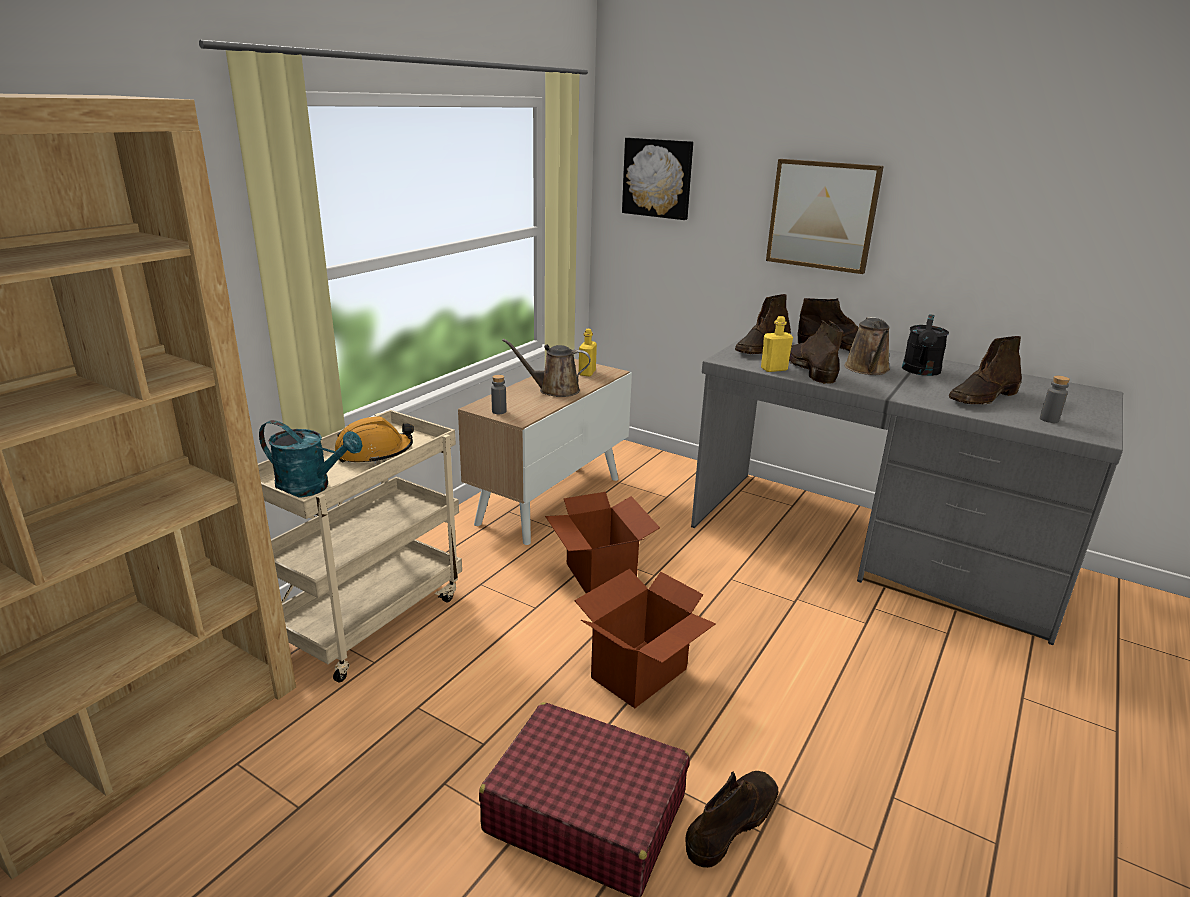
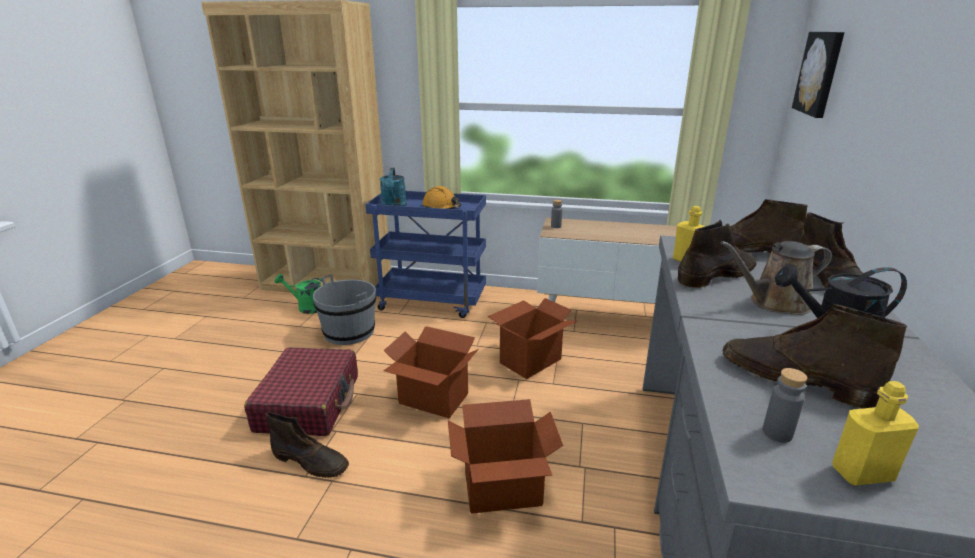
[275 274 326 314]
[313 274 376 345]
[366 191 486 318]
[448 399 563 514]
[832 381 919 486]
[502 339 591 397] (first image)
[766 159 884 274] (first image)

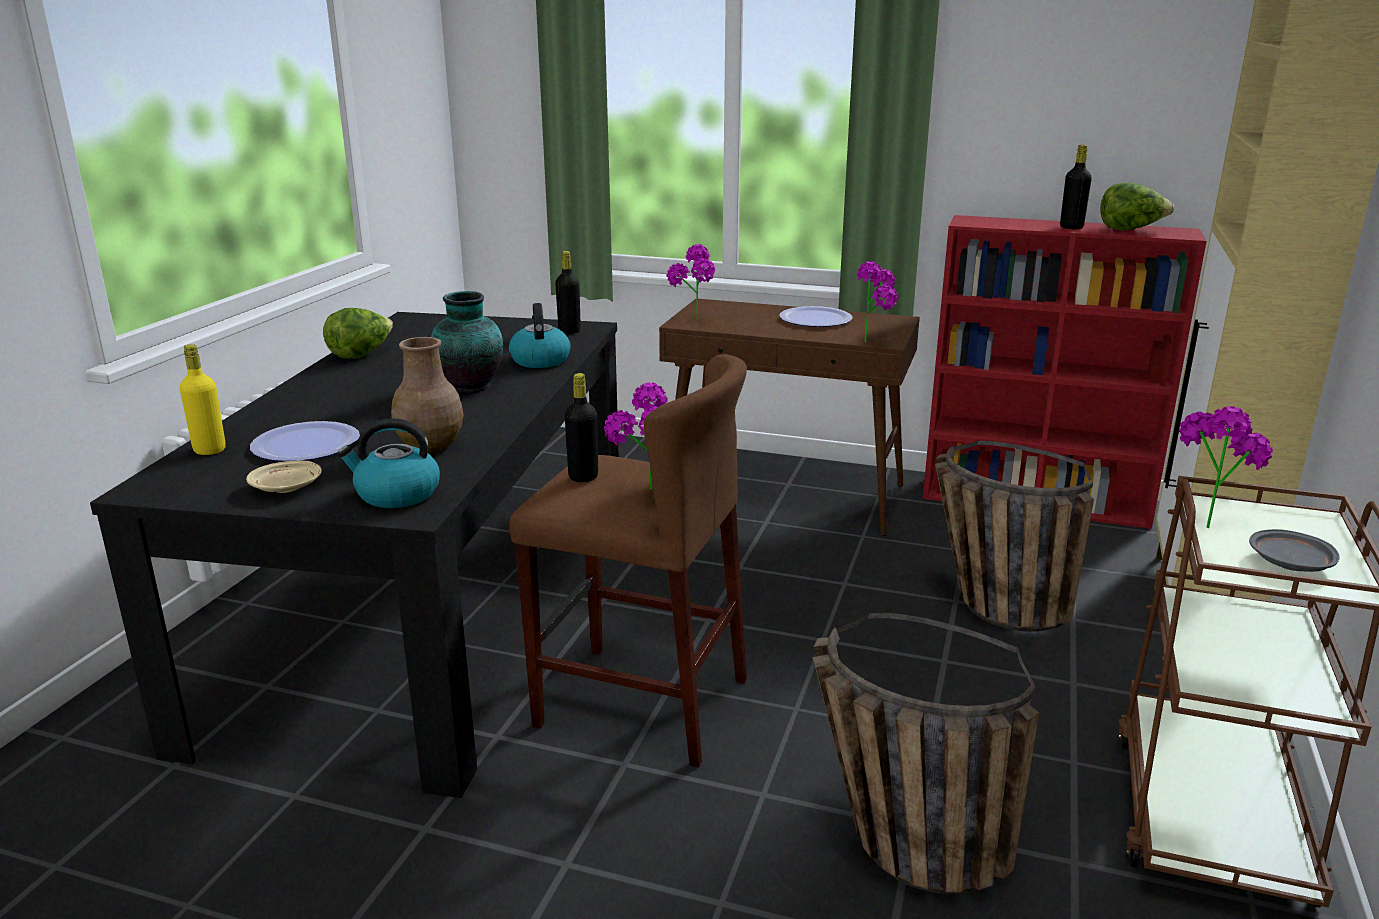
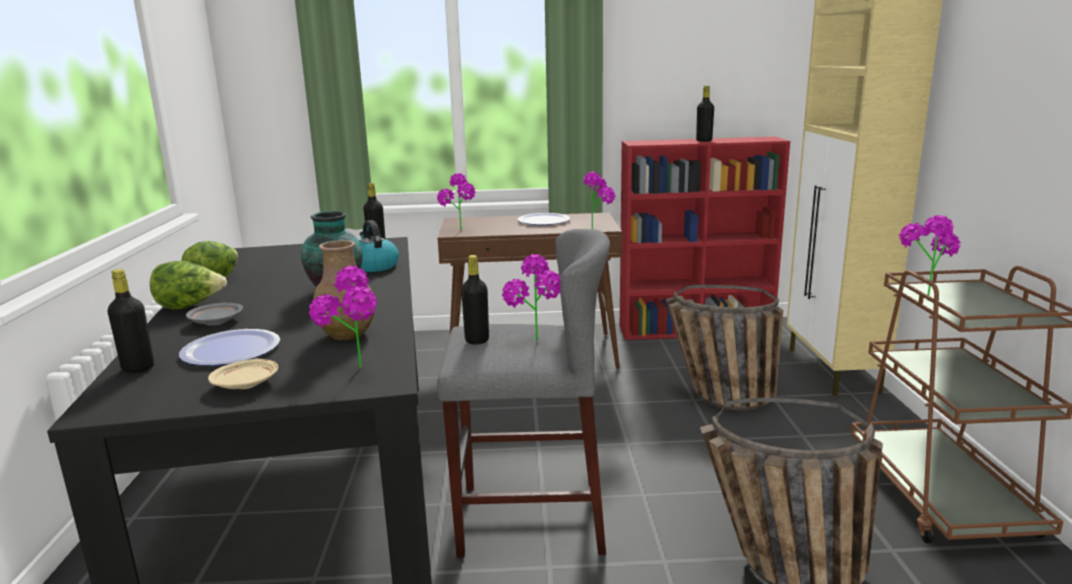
[108 269 154 373]
[150 261 227 309]
[186 303 243 325]
[309 266 377 368]
[437 229 610 558]

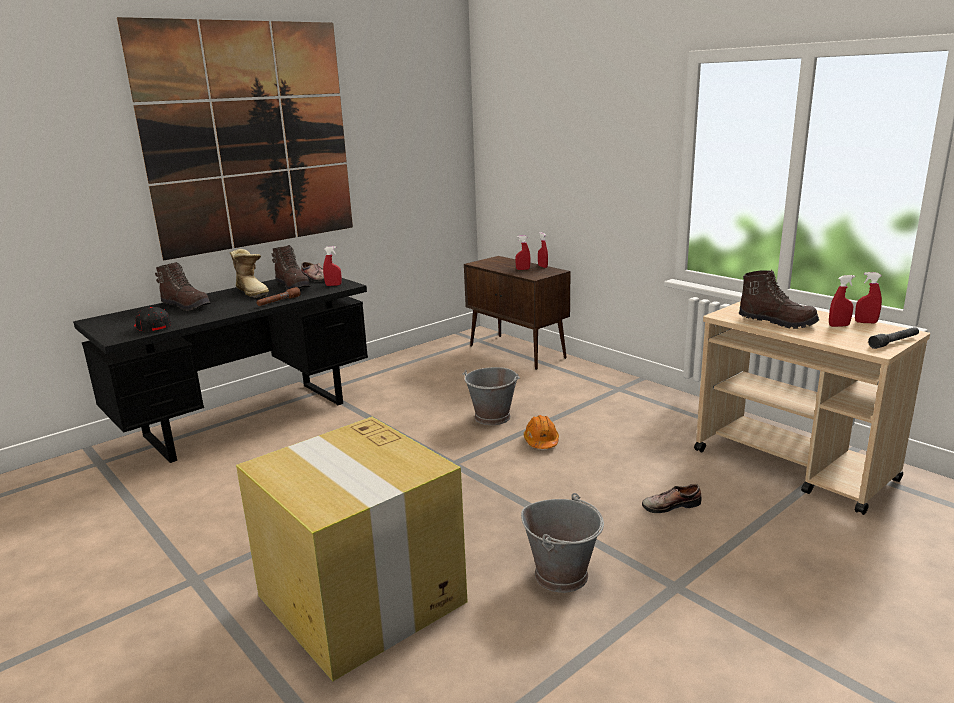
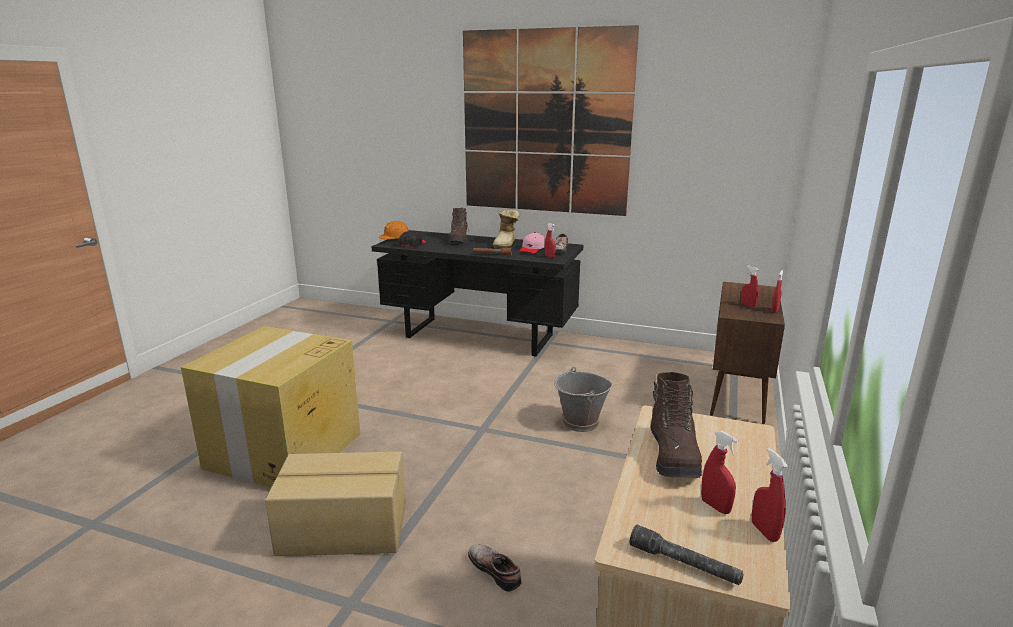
[265 452 406 556]
[379 221 409 239]
[519 232 545 253]

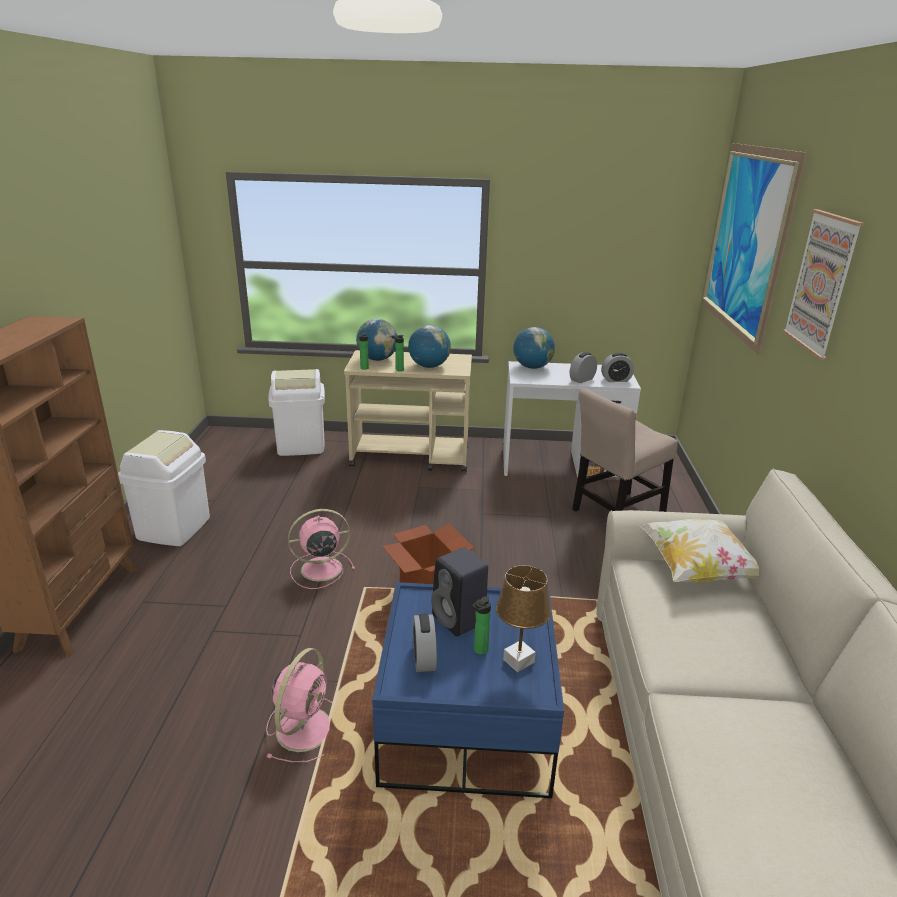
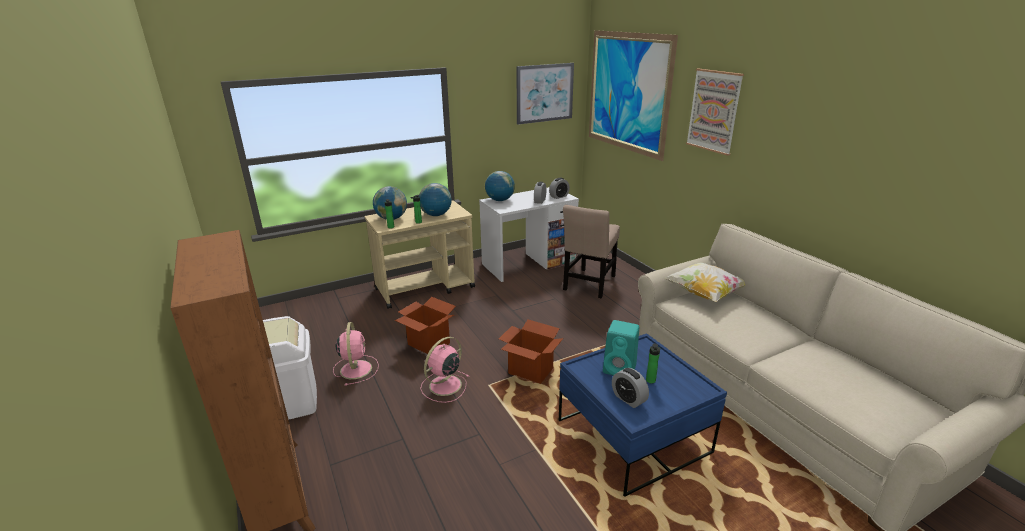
[333 322 379 386]
[395 297 456 354]
[516 63 574 125]
[603 320 639 376]
[268 369 325 456] (first image)
[496 565 551 672] (first image)

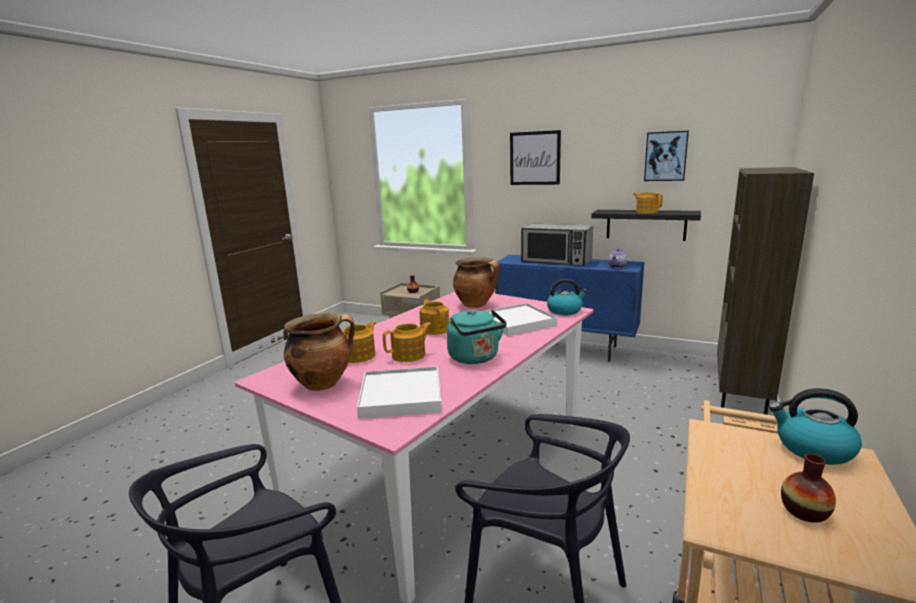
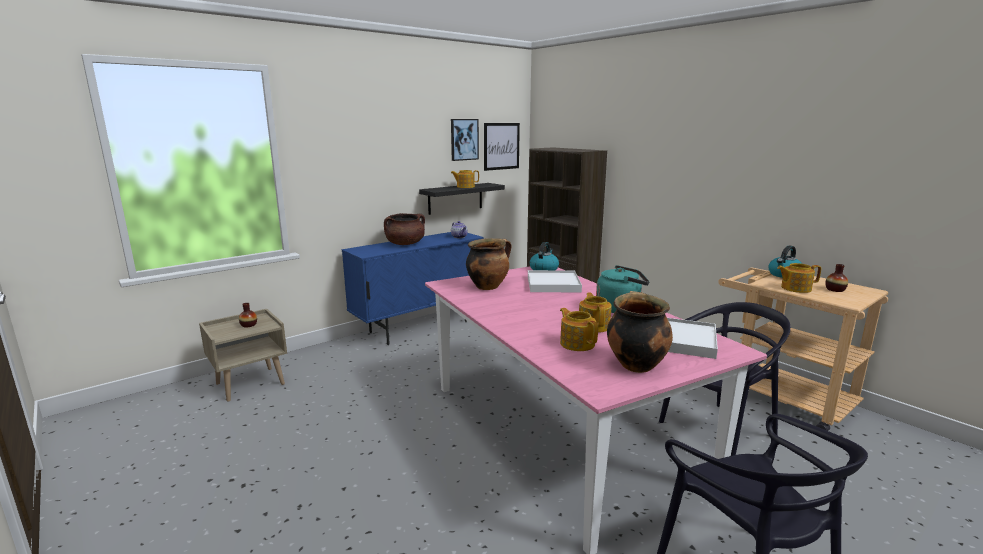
[384 213 425 245]
[484 123 520 171]
[777 263 821 293]

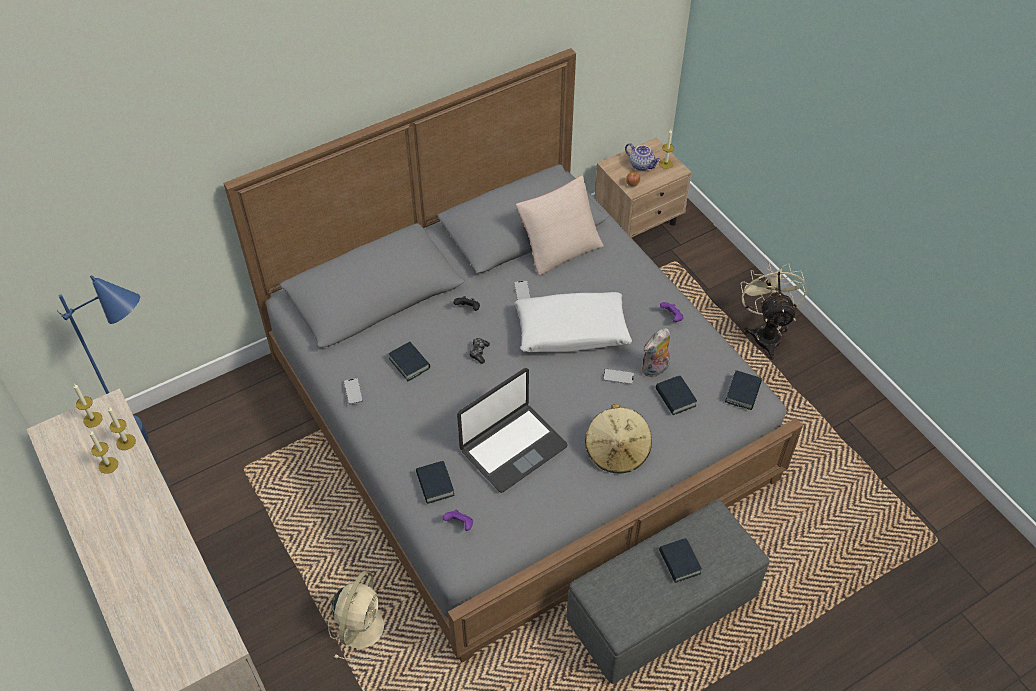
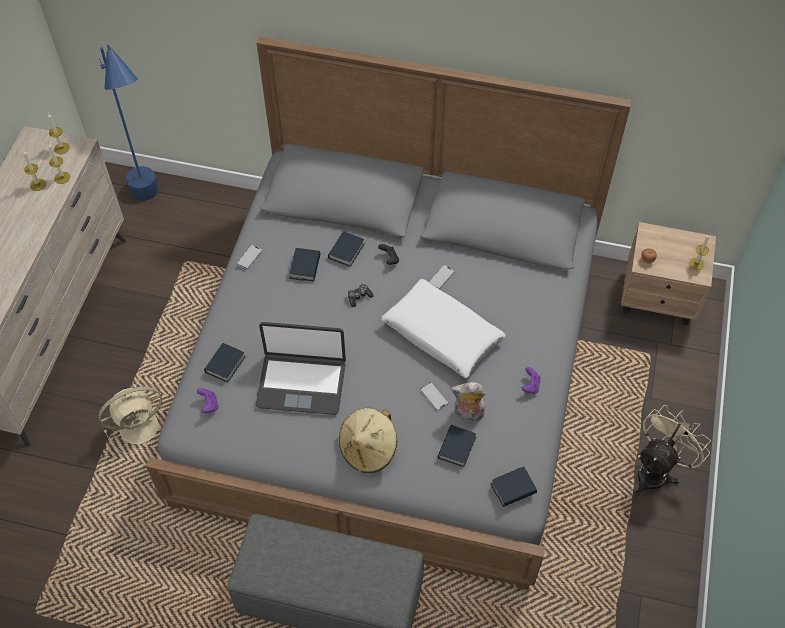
[328 231 365 267]
[516 175 604 276] (first image)
[625 143 661 171] (first image)

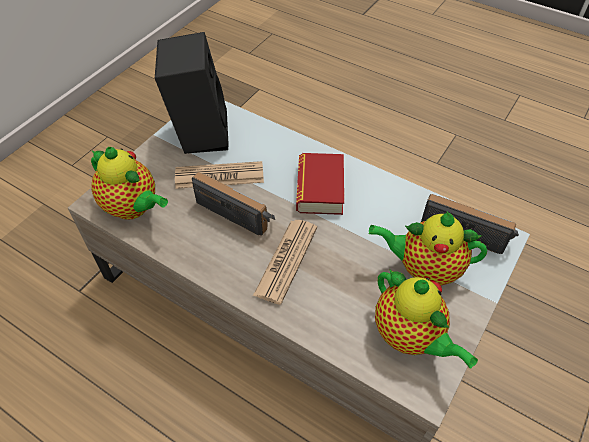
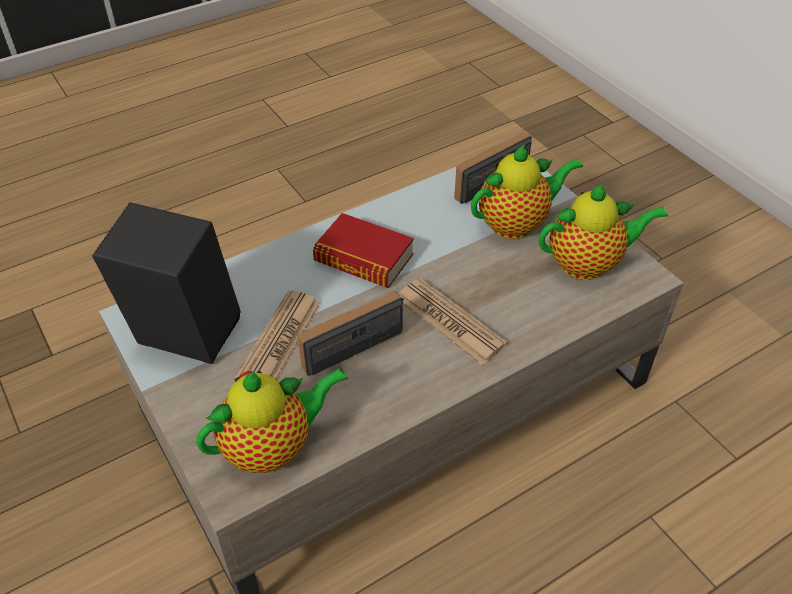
[471 145 583 239]

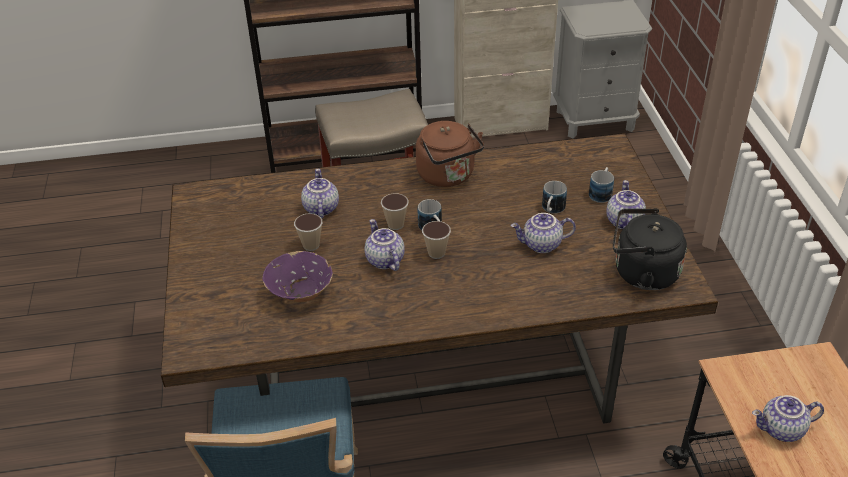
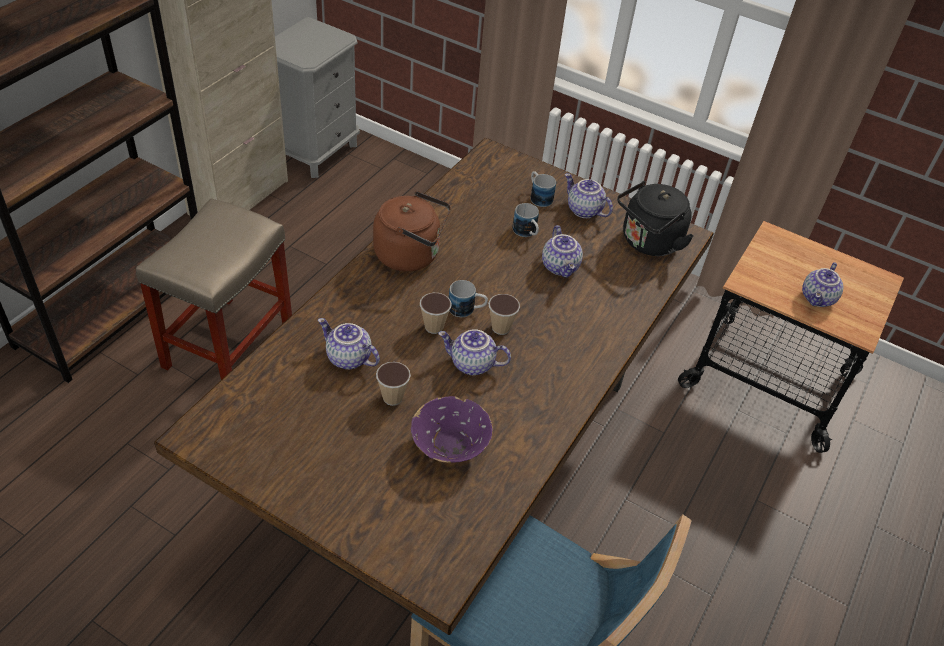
[542 225 583 278]

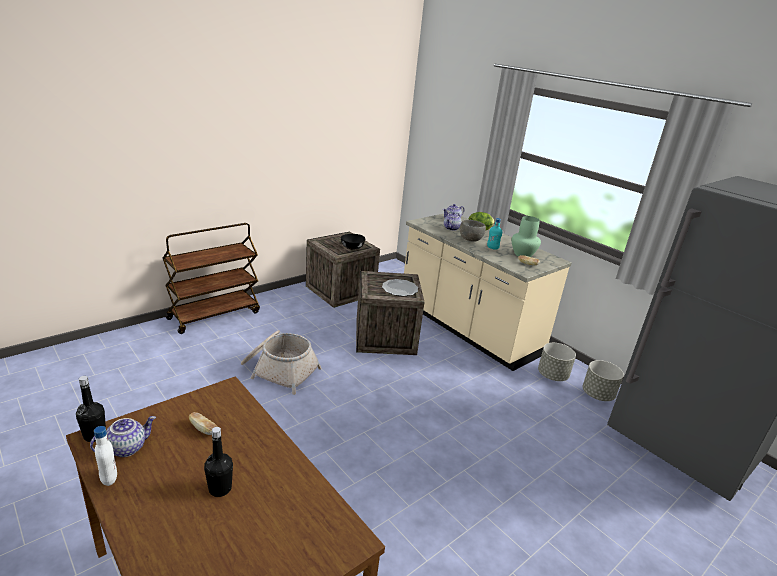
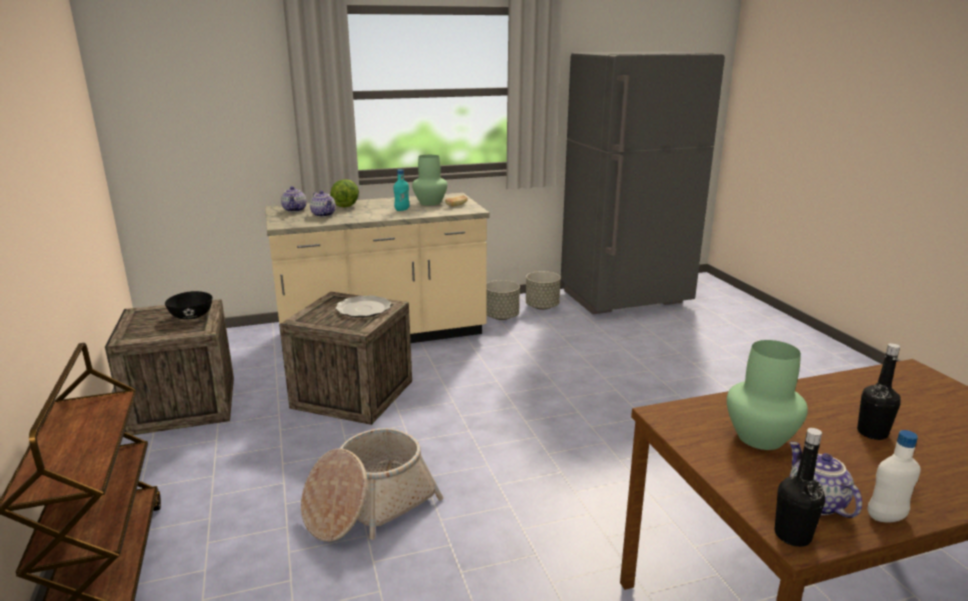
[727 340 808 450]
[460 220 486 242] (first image)

